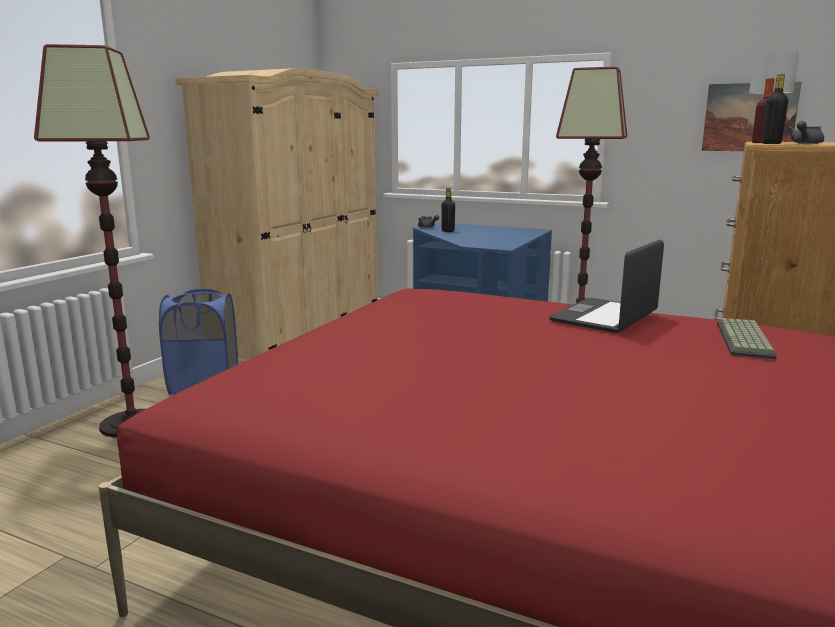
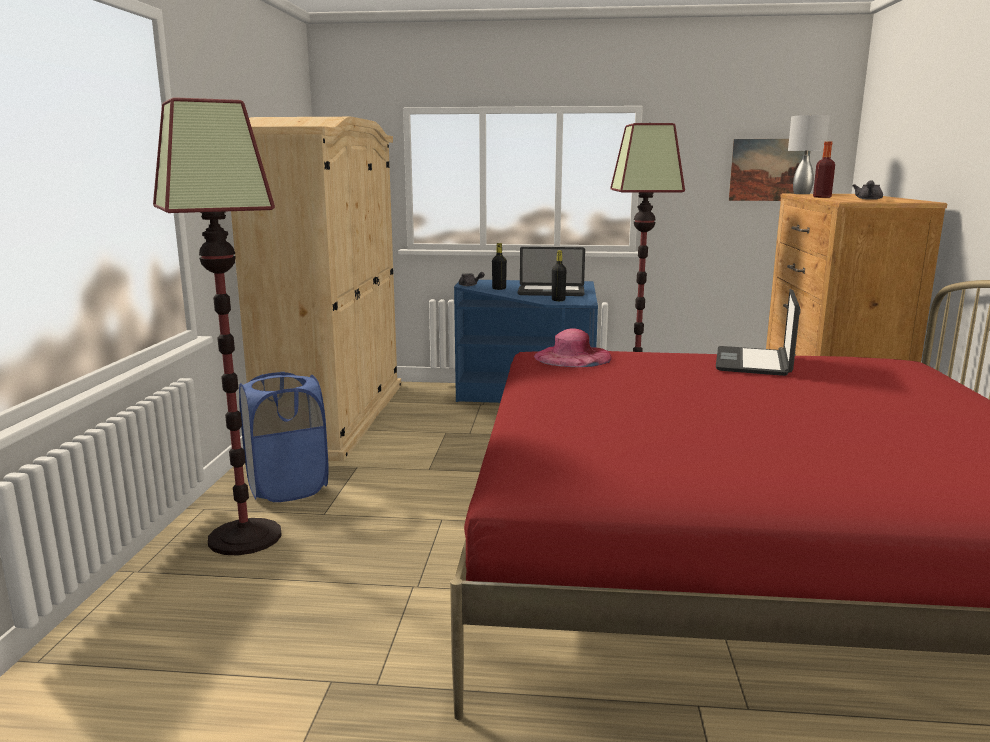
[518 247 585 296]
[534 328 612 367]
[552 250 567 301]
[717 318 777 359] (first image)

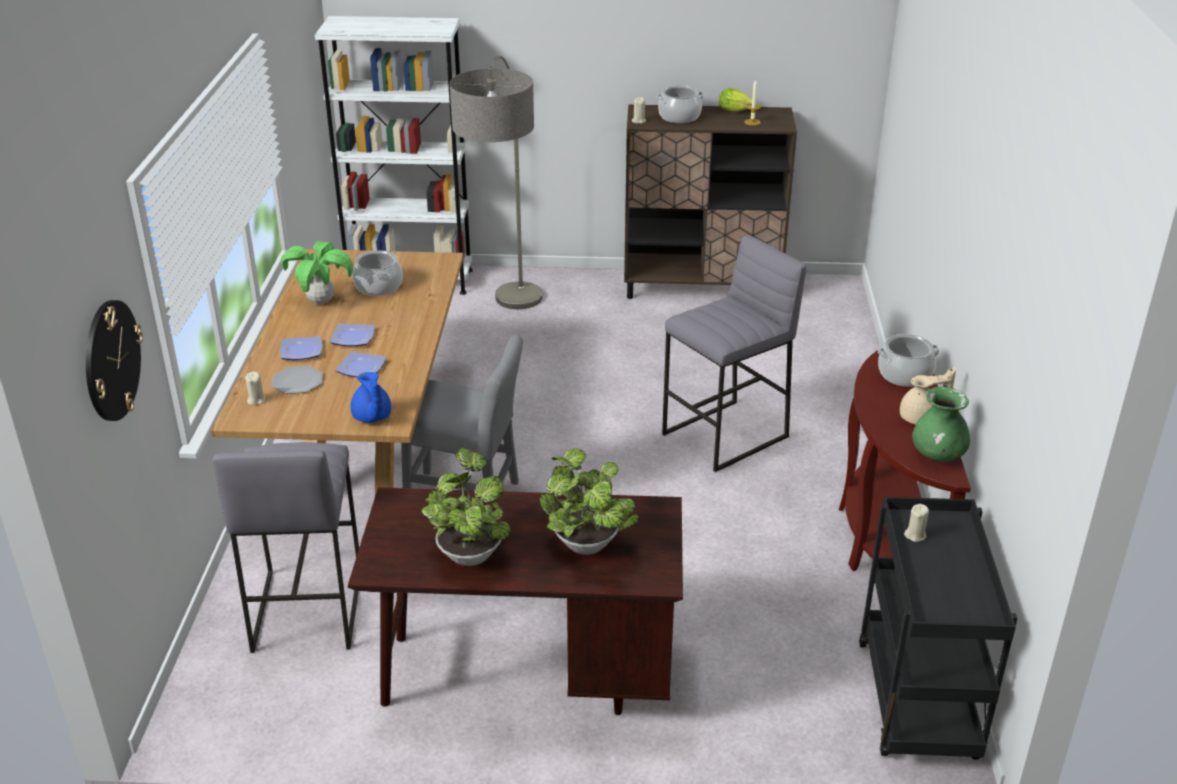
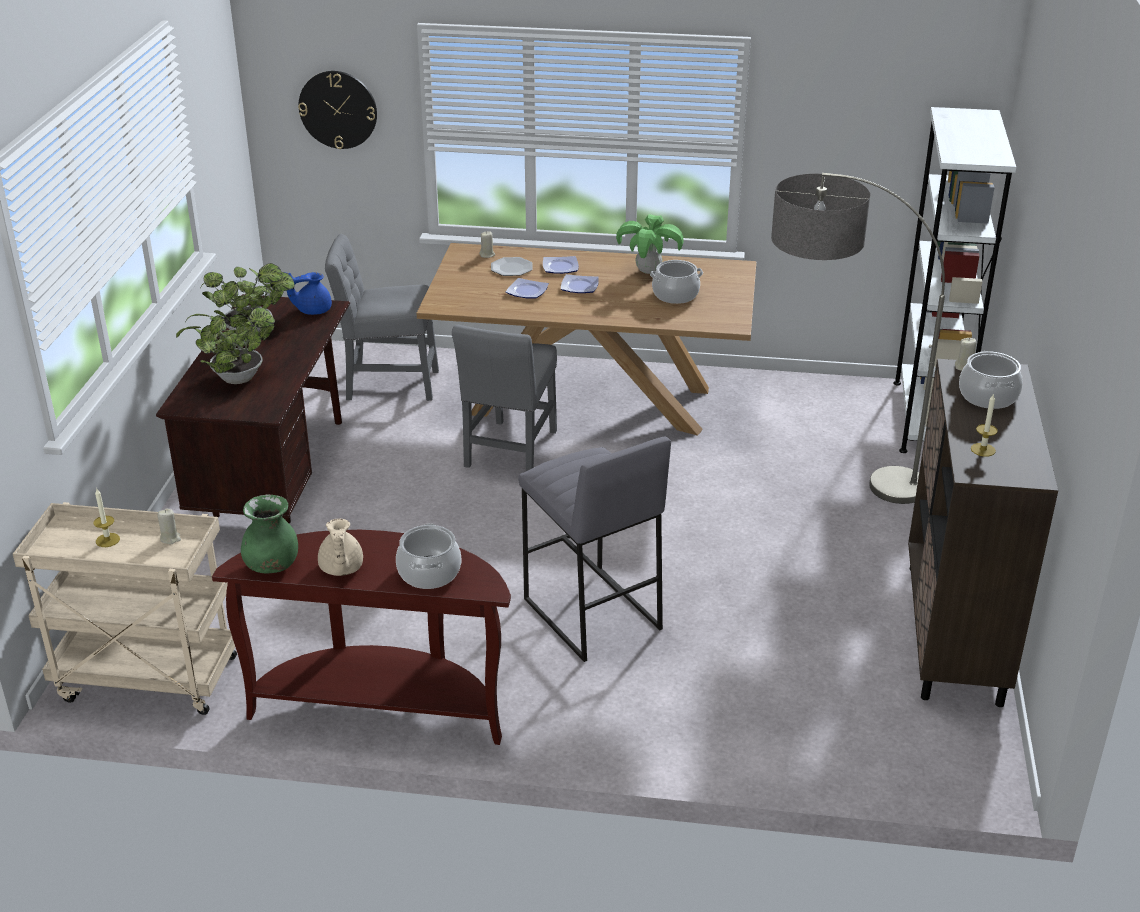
[13 502 237 715]
[94 489 120 547]
[285 272 332 315]
[325 234 439 401]
[719 88 752 112] (first image)

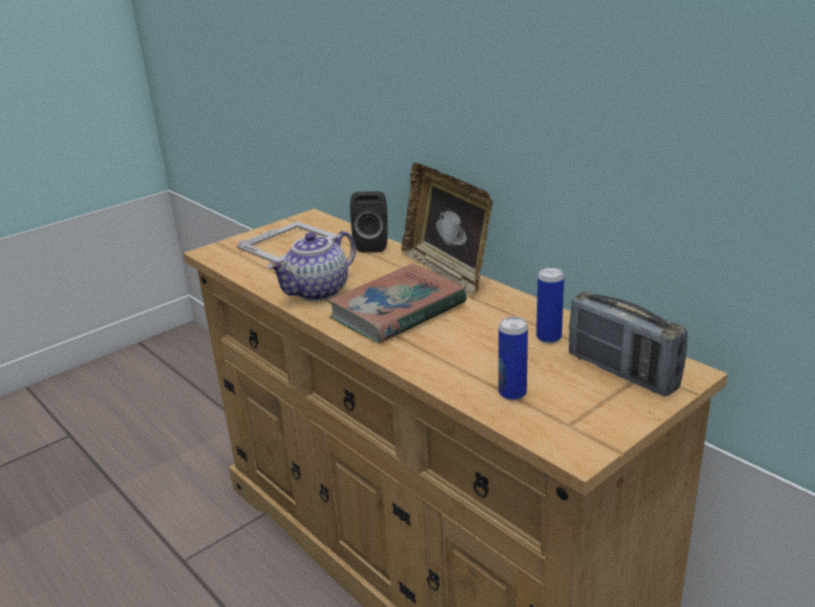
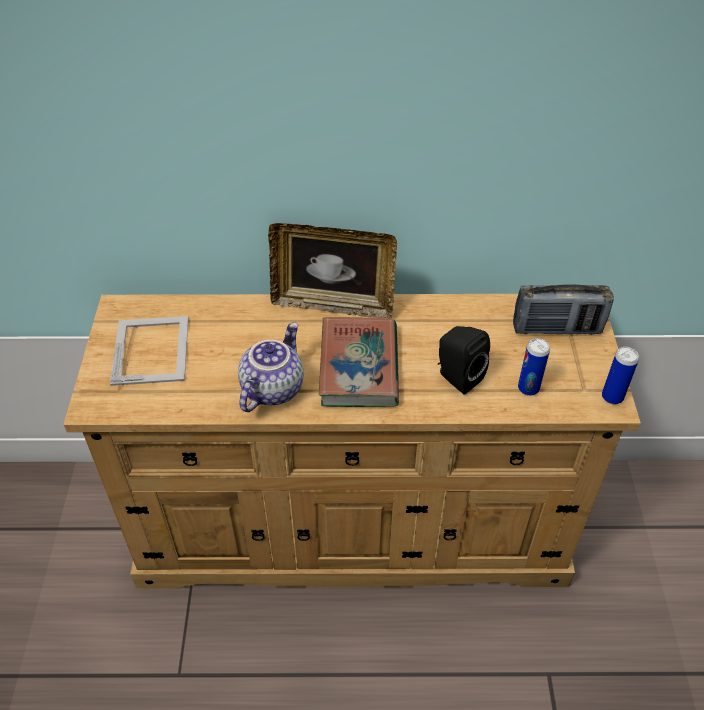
[238 322 304 412]
[438 326 490 395]
[602 347 639 404]

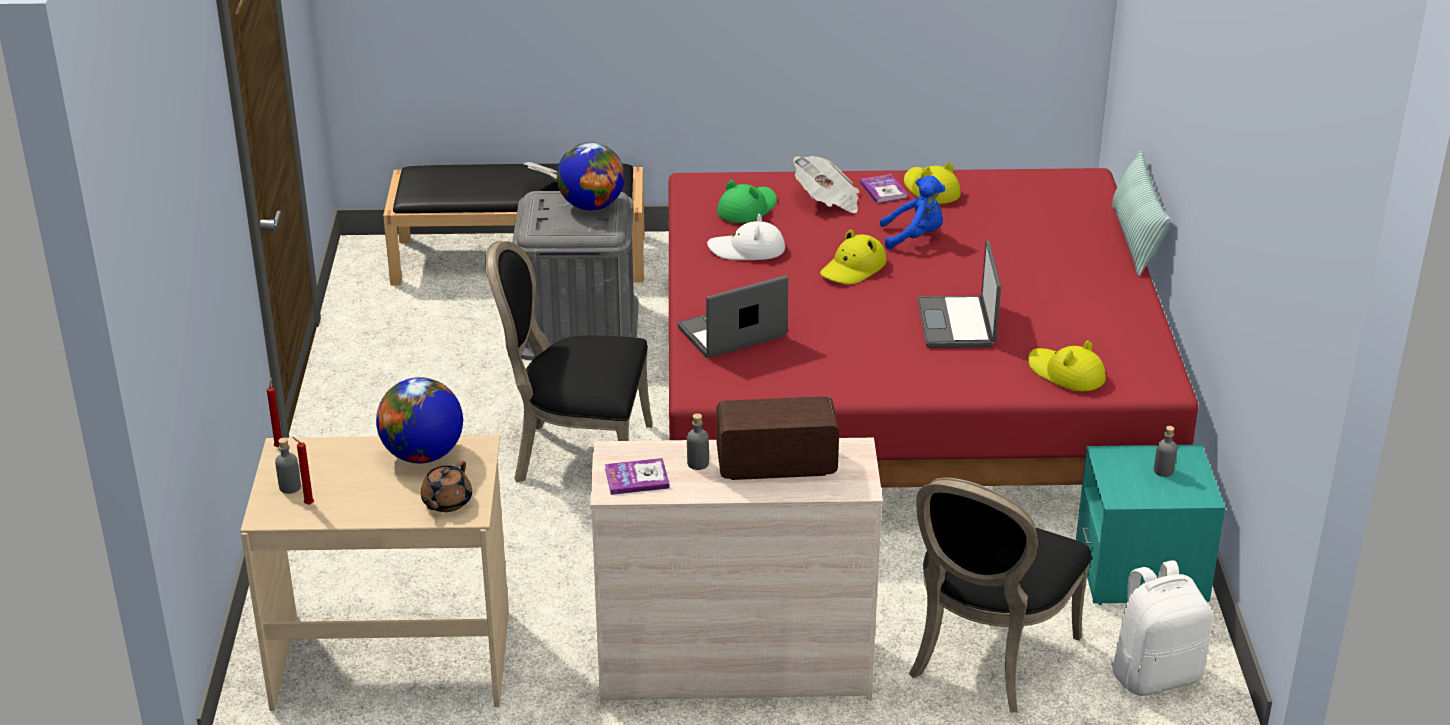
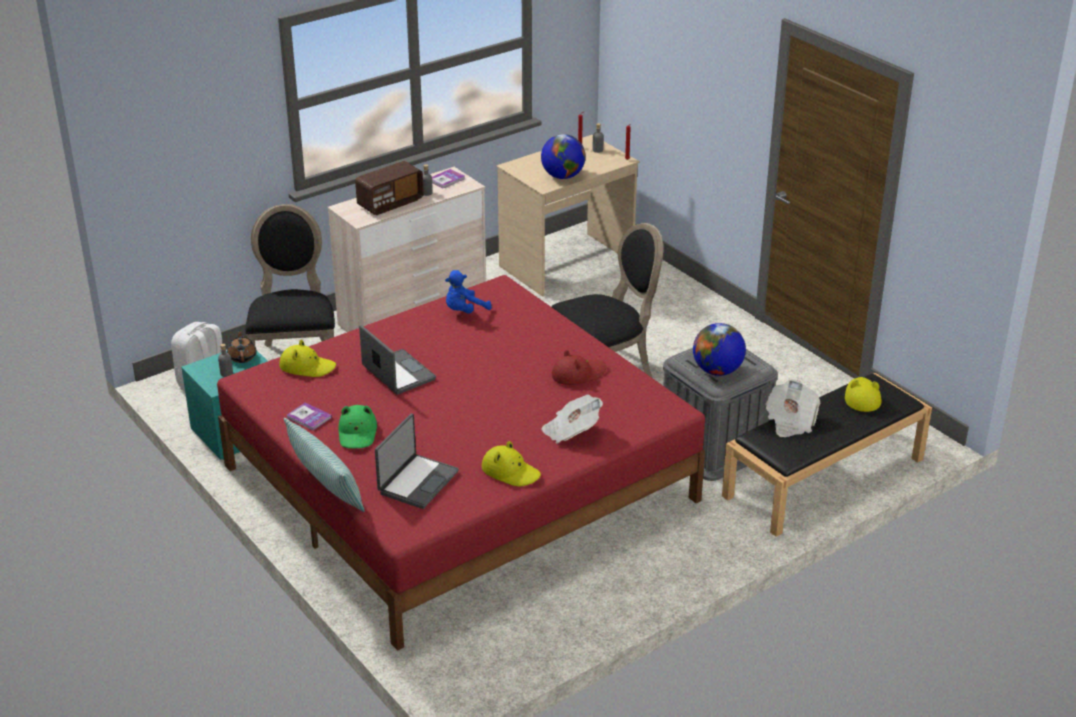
[227 329 257 363]
[287 403 332 431]
[339 405 377 448]
[375 413 459 509]
[445 270 492 314]
[552 350 606 385]
[845 377 881 412]

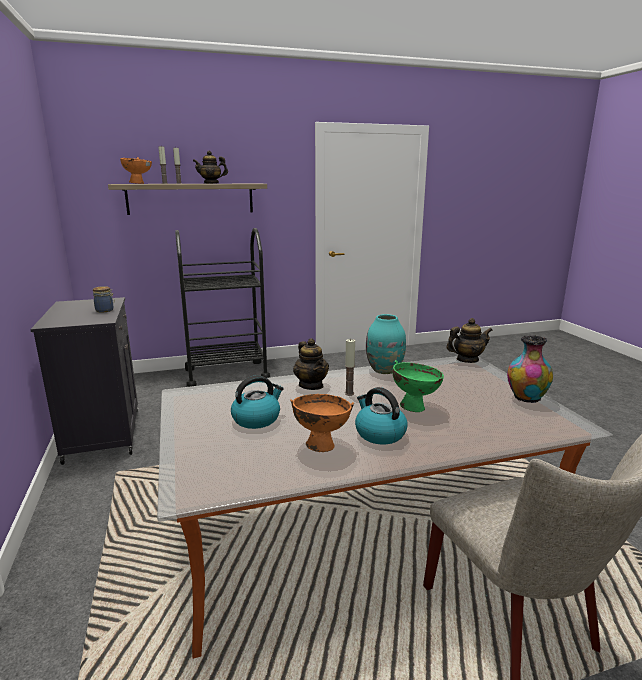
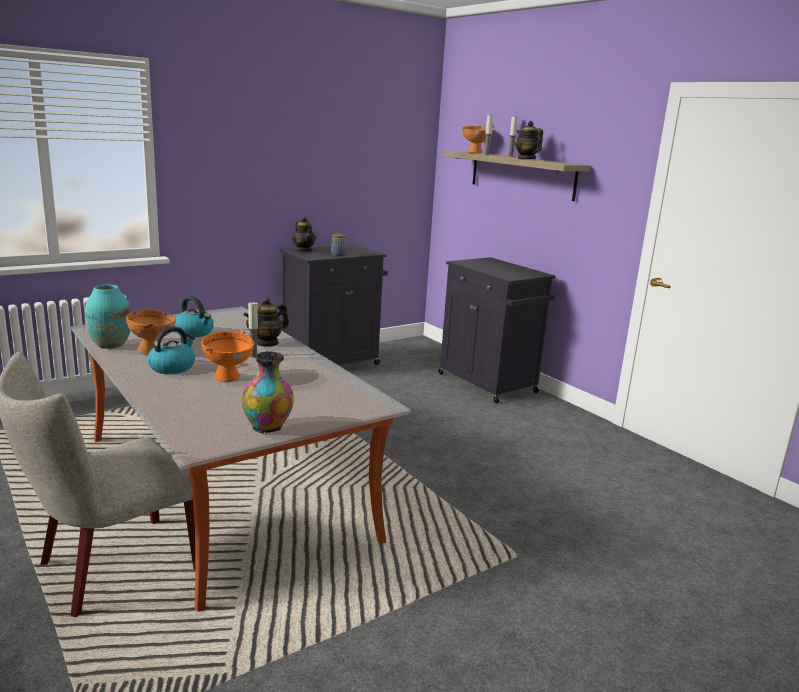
[85 285 131 349]
[201 331 254 382]
[292 217 316 252]
[438 257 555 403]

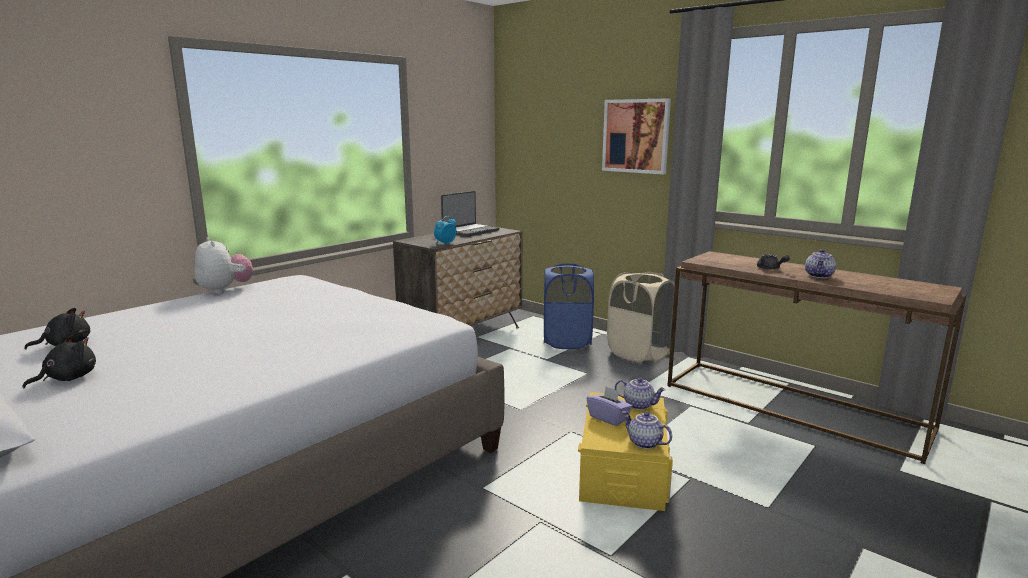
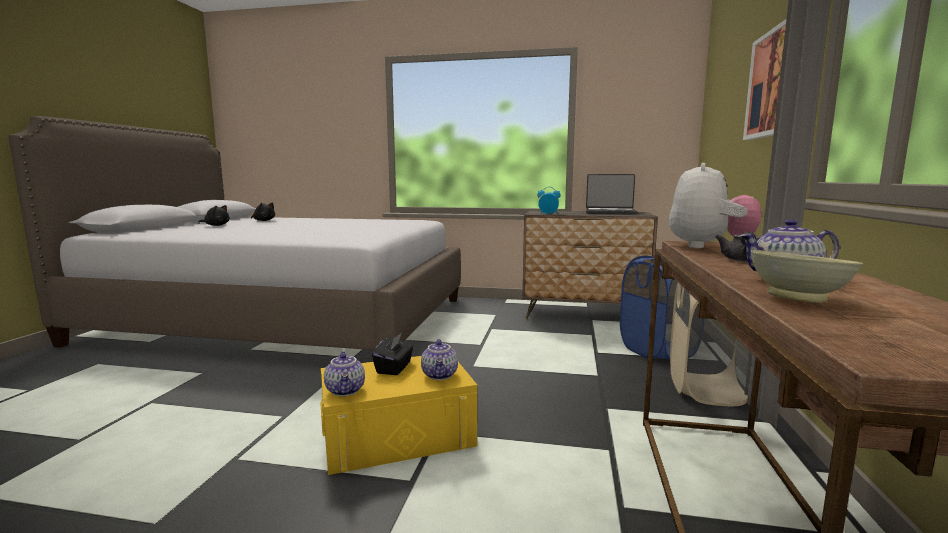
[324 352 365 396]
[372 333 414 375]
[669 163 762 249]
[751 250 863 303]

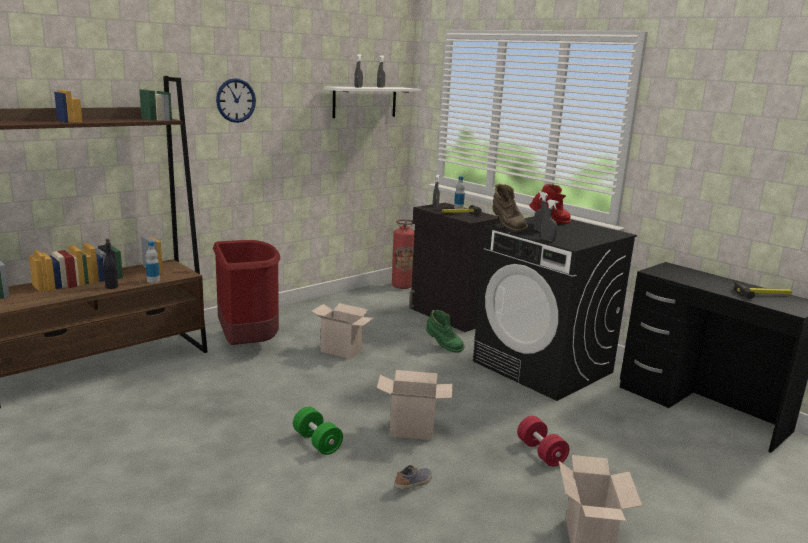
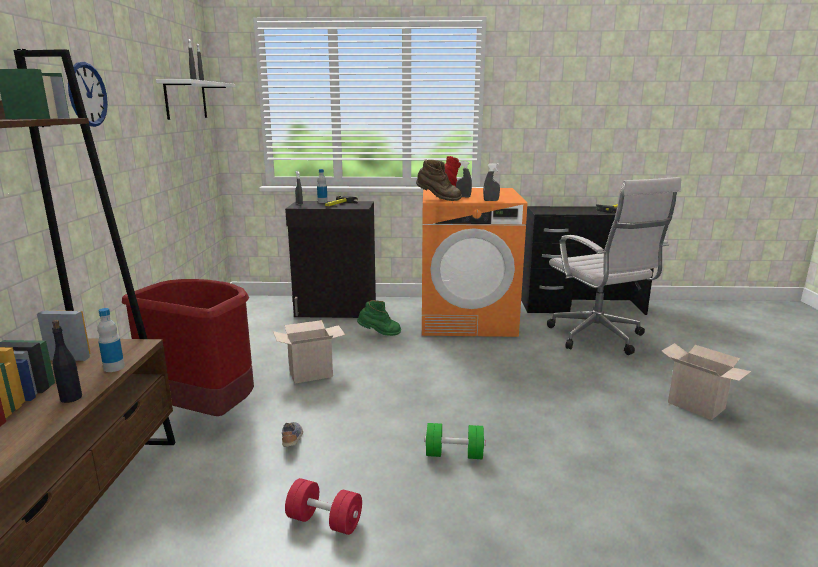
[282 422 303 447]
[285 478 362 535]
[422 188 527 337]
[547 177 681 355]
[377 370 452 440] (first image)
[392 219 415 289] (first image)

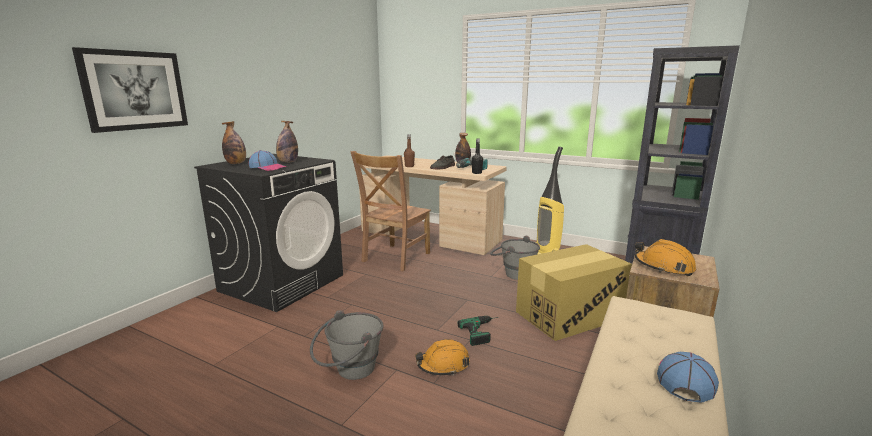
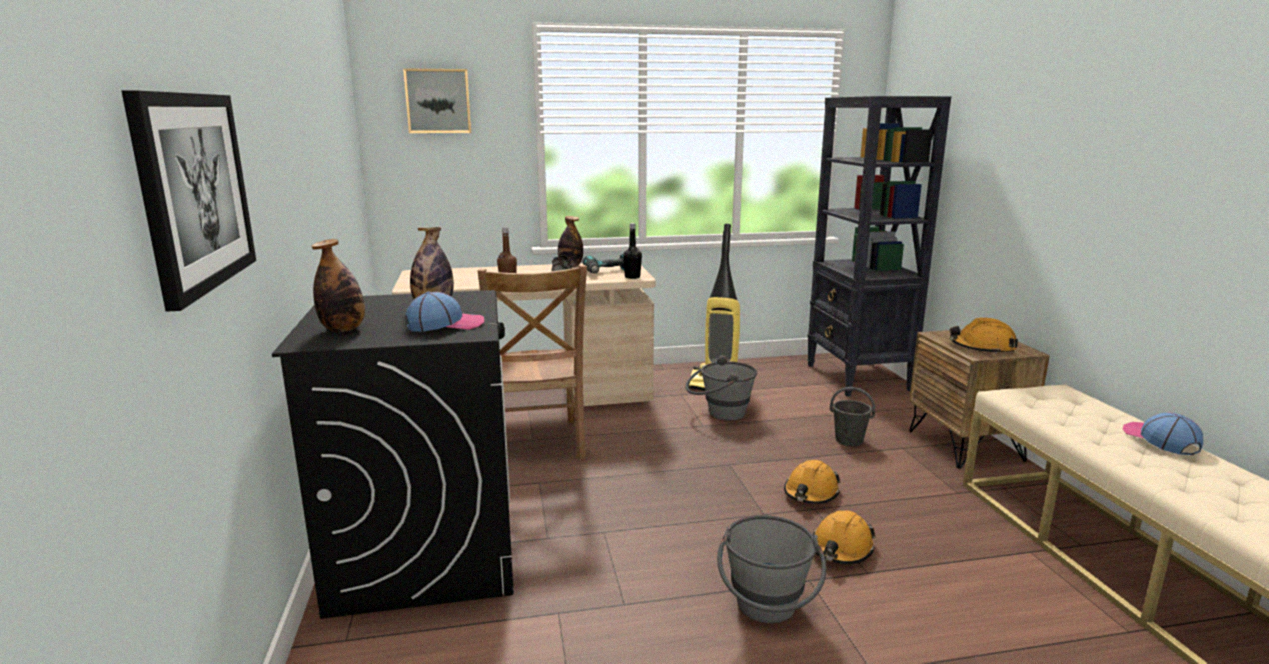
[403 68 471 133]
[784 460 841 504]
[830 387 875 446]

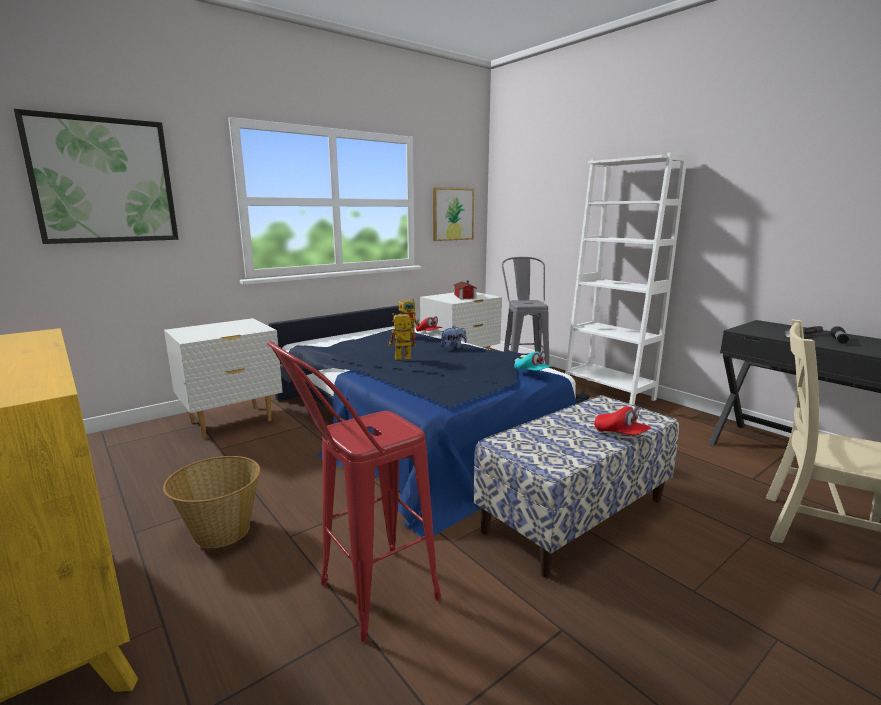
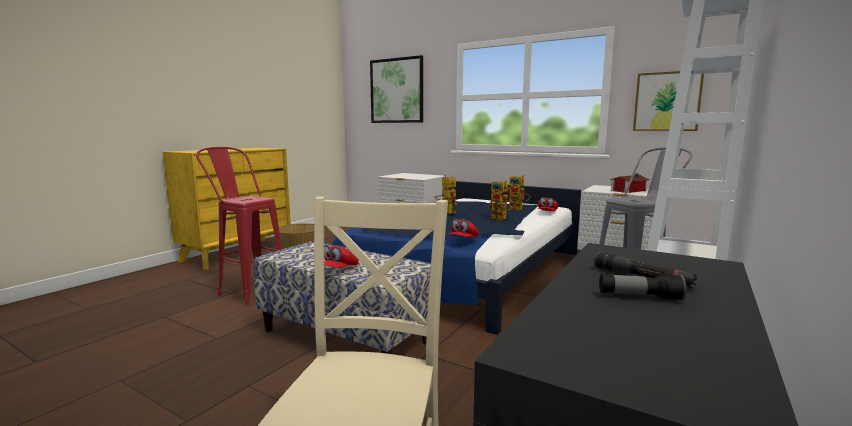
[448 219 479 237]
[488 180 515 220]

